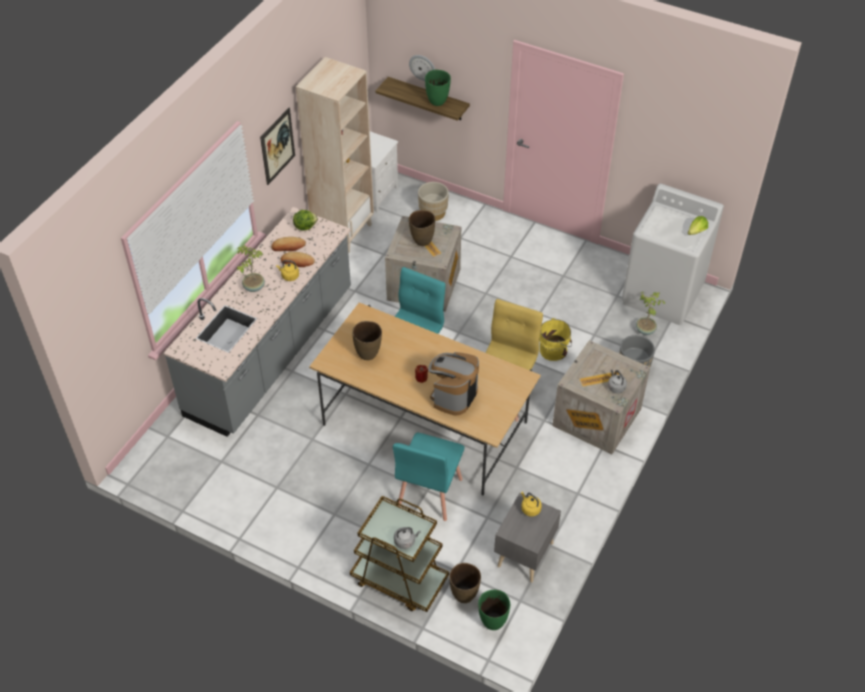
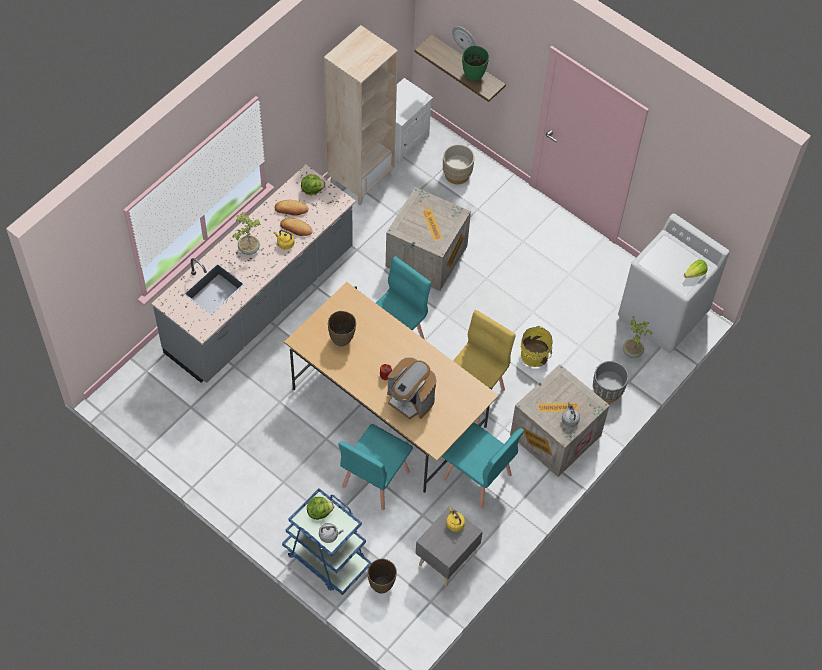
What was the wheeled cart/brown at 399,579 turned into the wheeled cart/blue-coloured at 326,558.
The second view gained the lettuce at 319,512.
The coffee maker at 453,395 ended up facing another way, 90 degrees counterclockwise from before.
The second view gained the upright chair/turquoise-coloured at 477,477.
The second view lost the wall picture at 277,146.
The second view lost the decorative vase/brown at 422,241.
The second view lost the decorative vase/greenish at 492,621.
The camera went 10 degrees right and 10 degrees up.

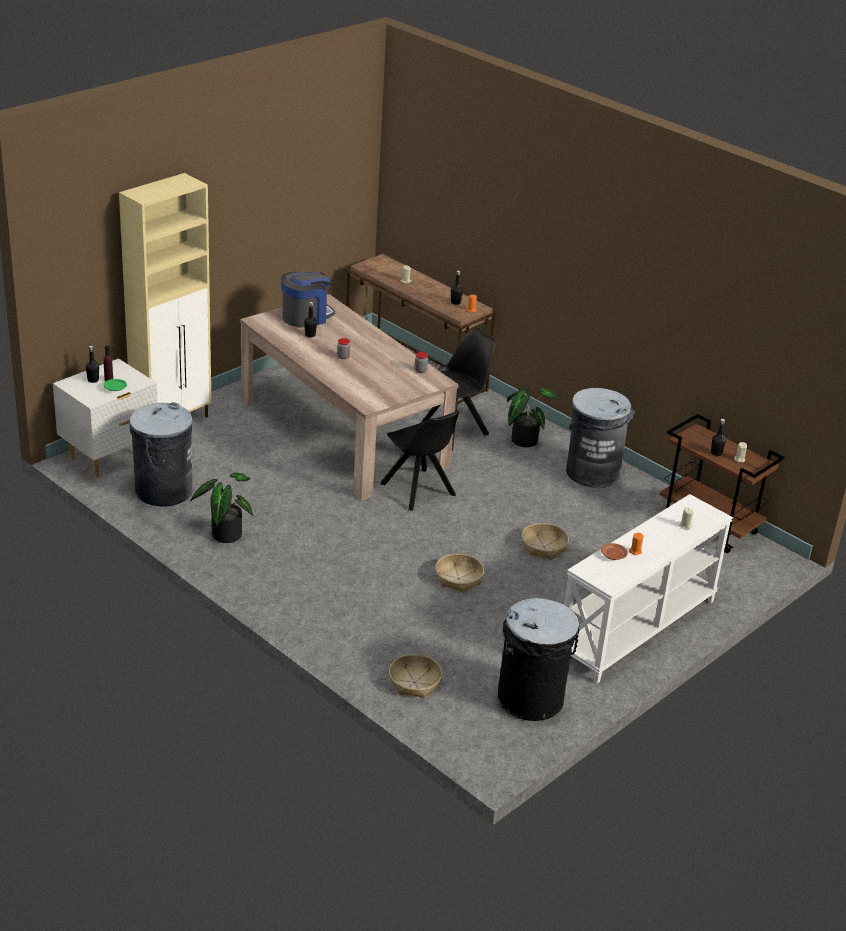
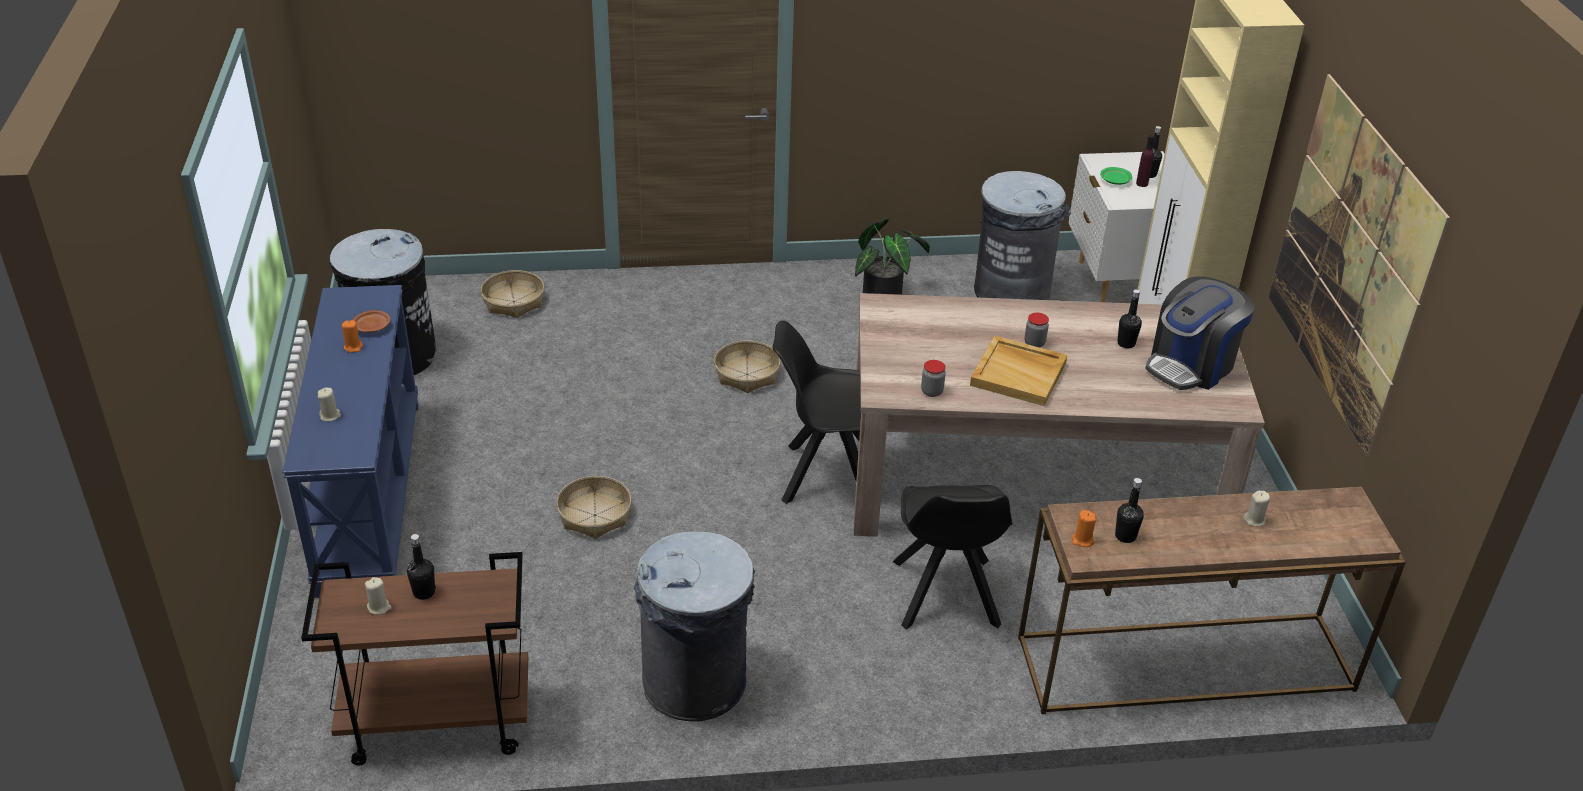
What was the hall table/white at 637,629 turned into the hall table/blue-coloured at 368,494.
The storage basket ended up elsewhere, having gone from 459,578 to 746,374.
The second view gained the tray/beige at 1019,374.
The coffee maker at 306,316 ended up facing another way, 45 degrees clockwise from before.
The second view gained the wall picture at 1349,262.
The second view lost the potted plant at 524,438.
The camera went 130 degrees right and 5 degrees up.

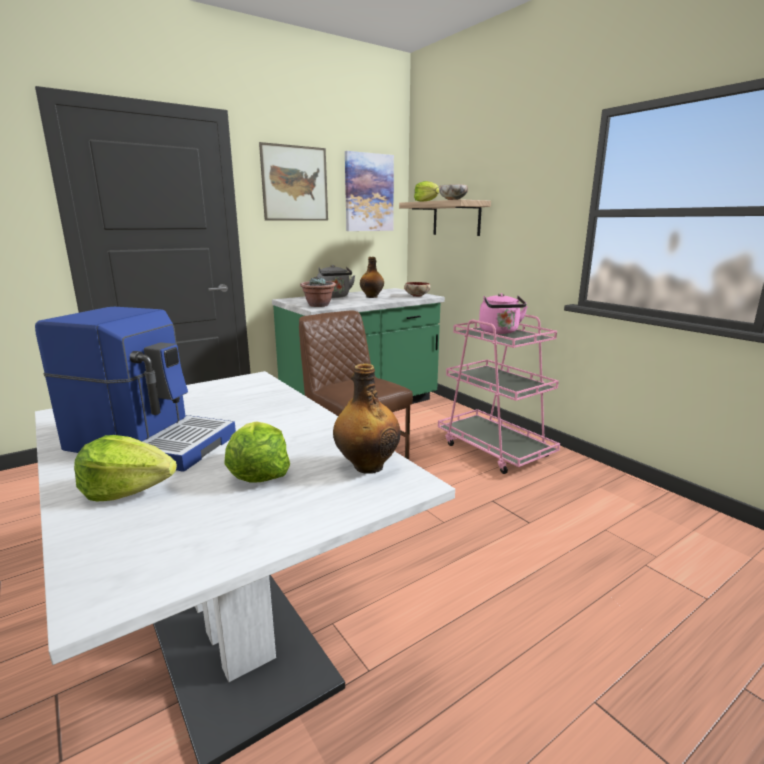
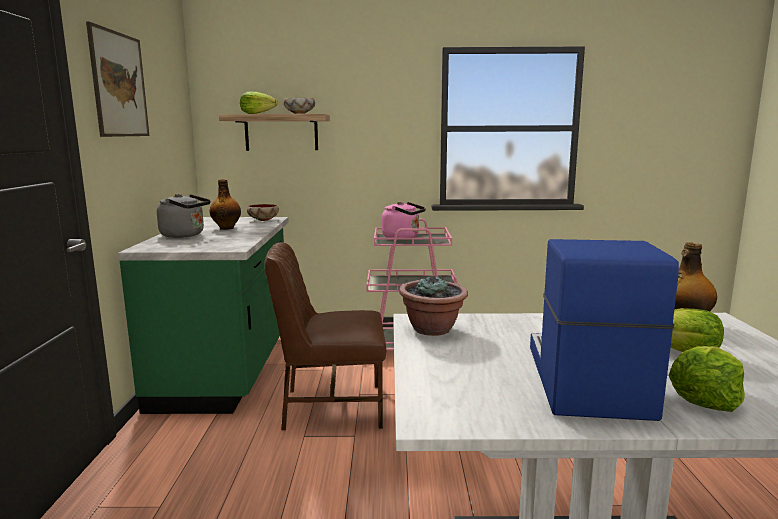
The potted plant ended up elsewhere, having gone from 319,305 to 433,329.
The coffee maker at 151,441 ended up facing another way, 45 degrees counterclockwise from before.
The second view lost the wall picture at 369,193.
The camera went 55 degrees left and 5 degrees down.

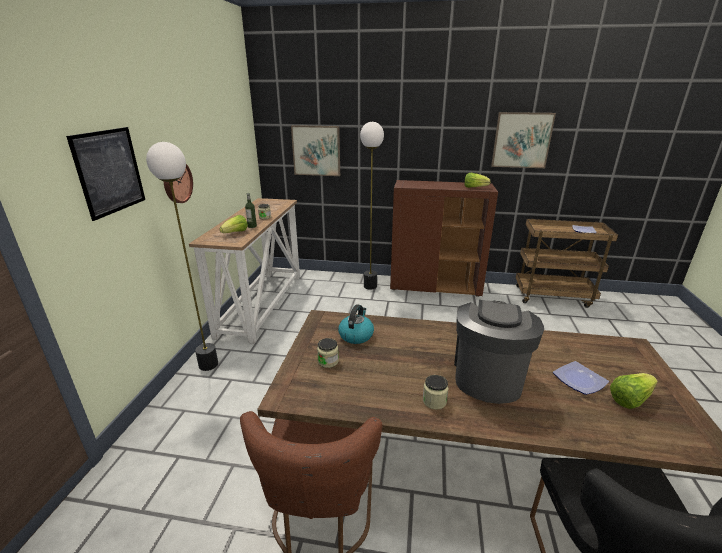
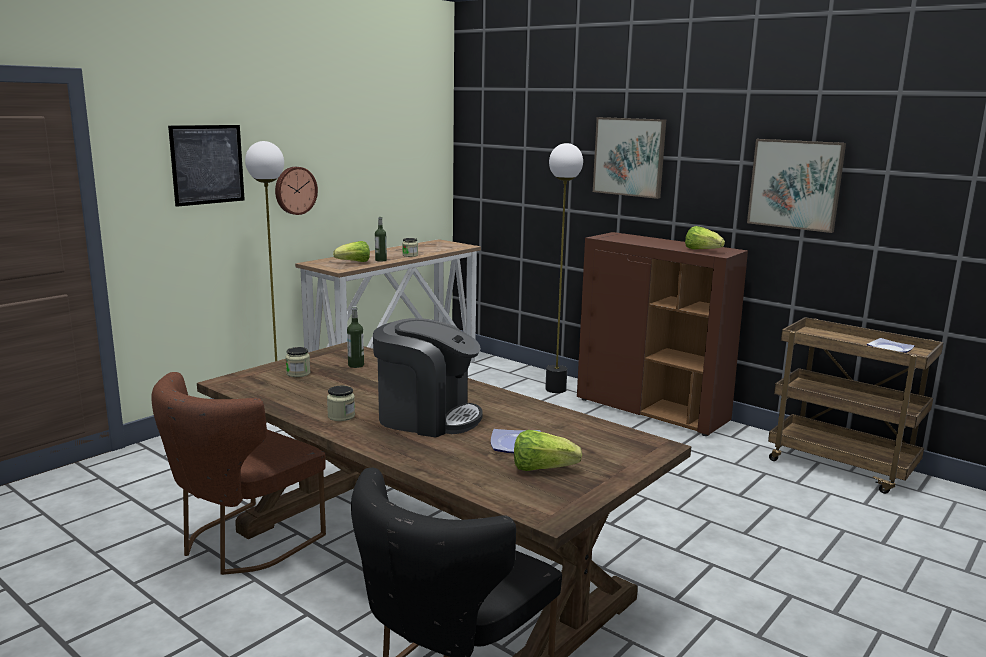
Where the water kettle stood at 356,335, the bottle came to stand at 356,365.
The coffee maker at 488,375 ended up facing another way, 60 degrees clockwise from before.
The wall picture ended up elsewhere, having gone from 316,150 to 629,157.
The camera went 30 degrees right and 10 degrees down.

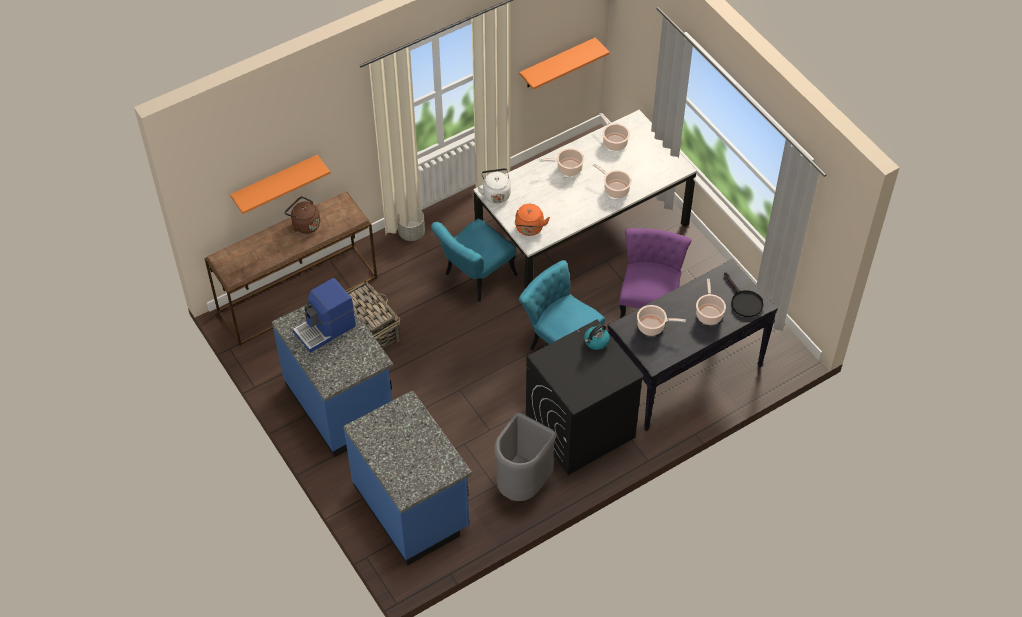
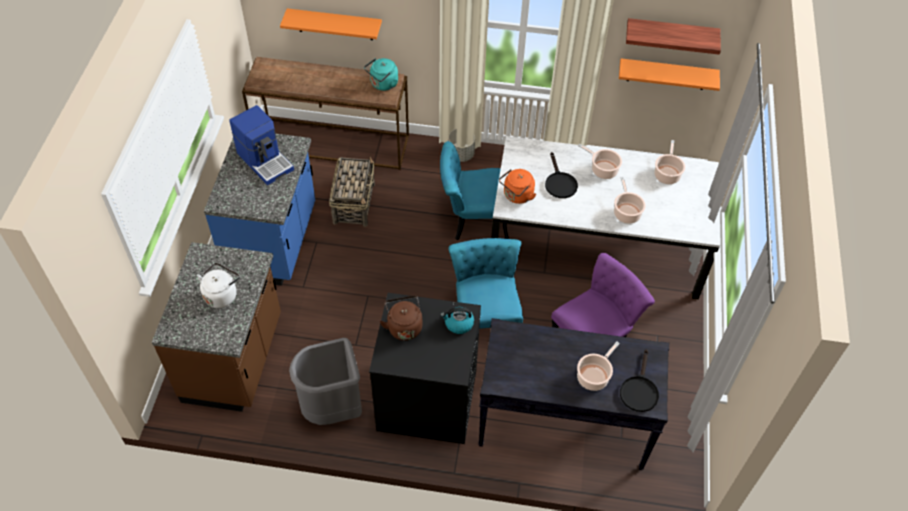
What was the kitchen counter/blue-coloured at 412,507 turned into the kitchen counter/brown at 235,359.
The water kettle/white ended up elsewhere, having gone from 496,194 to 222,294.
The coffee maker at 325,329 ended up facing another way, 135 degrees counterclockwise from before.
The second view gained the water kettle/turquoise-coloured at 383,84.
The water kettle/brown ended up elsewhere, having gone from 304,224 to 404,326.
The second view gained the frying pan/black-coloured at 559,183.
The second view gained the shelf at 671,34.
The second view lost the stockpot at 653,326.
The camera went 40 degrees right and 0 degrees up.

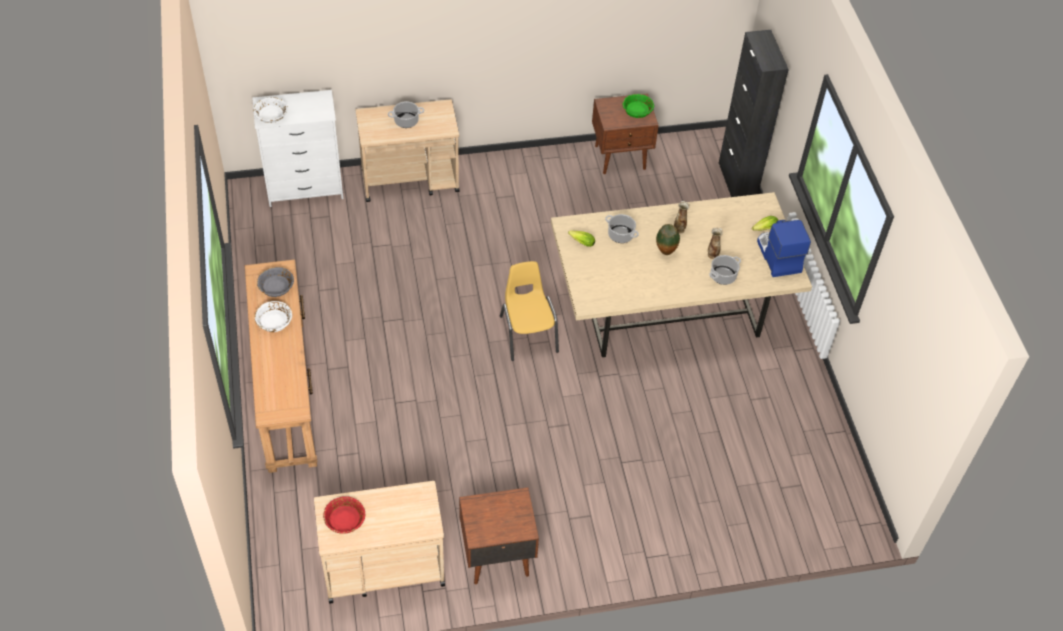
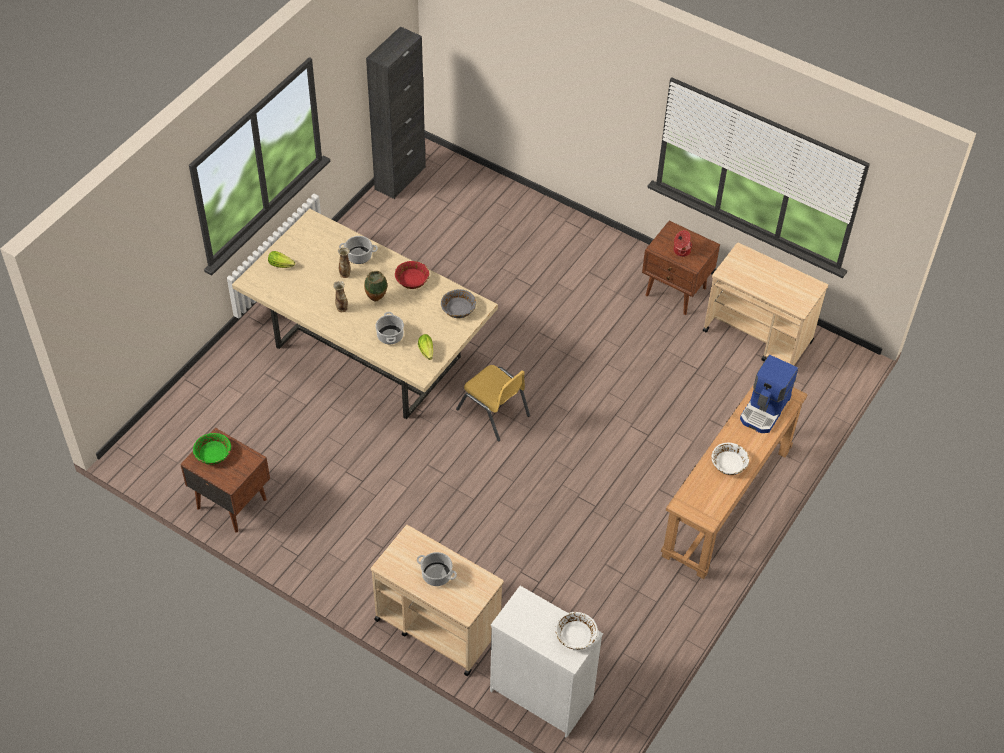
The cabinet/black-coloured ended up elsewhere, having gone from 737,181 to 400,178.
The bowl/red-coloured ended up elsewhere, having gone from 344,520 to 412,280.
The bowl/gray ended up elsewhere, having gone from 276,287 to 458,309.
The upright chair/yellowish at 528,334 ended up facing another way, 75 degrees counterclockwise from before.
The second view gained the stockpot at 681,250.
The coffee maker ended up elsewhere, having gone from 778,256 to 765,409.
The camera went 135 degrees left and 0 degrees up.

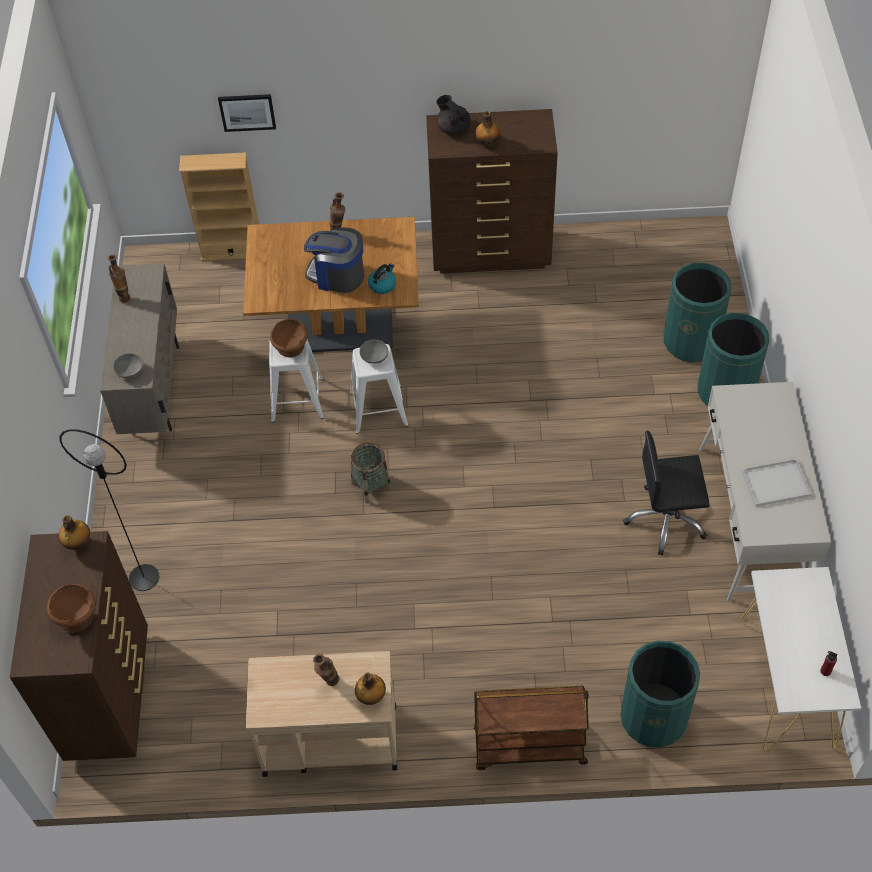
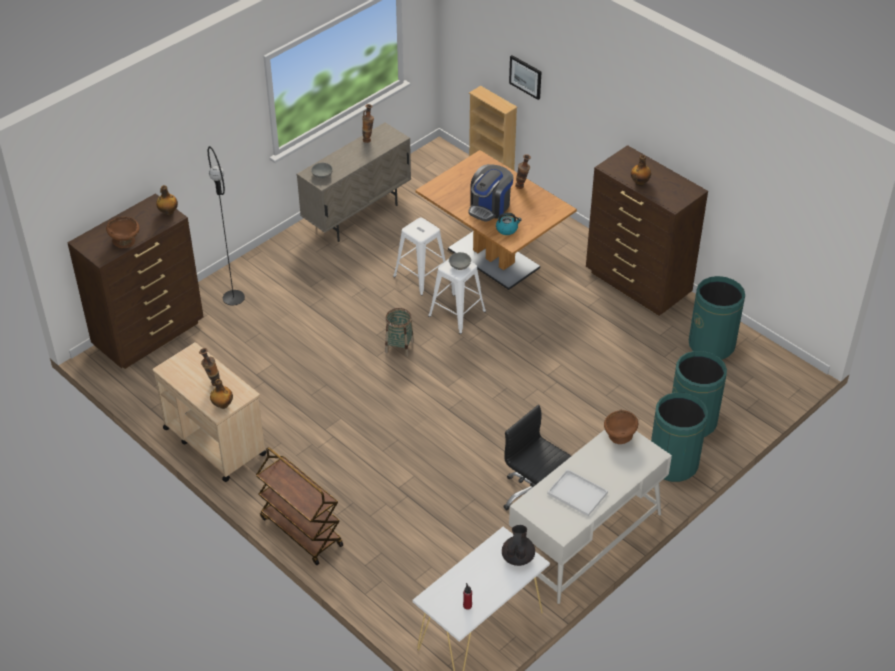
The coffee maker at 337,275 ended up facing another way, 120 degrees counterclockwise from before.
The teapot/black-coloured ended up elsewhere, having gone from 453,128 to 518,557.
The bowl/brown ended up elsewhere, having gone from 291,348 to 619,436.
The trash can/greenish ended up elsewhere, having gone from 653,717 to 711,345.
The camera went 45 degrees right and 10 degrees down.

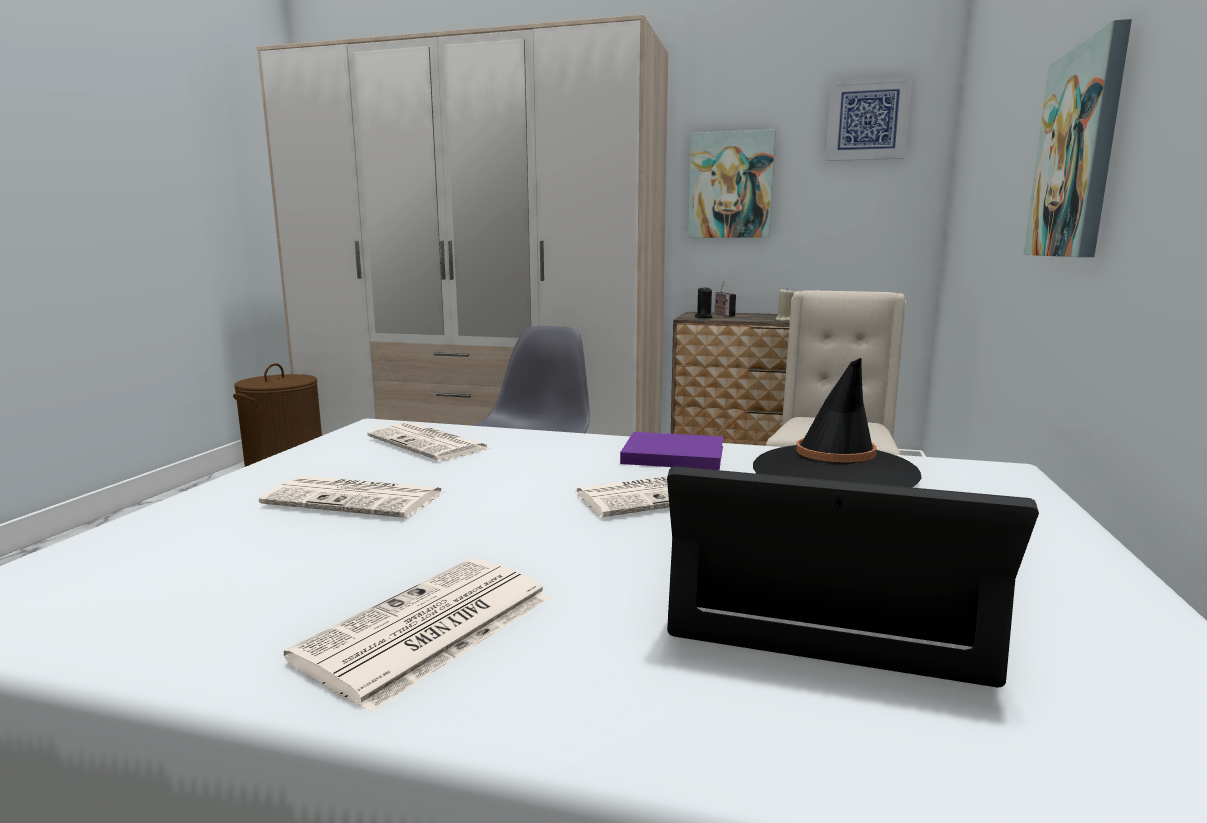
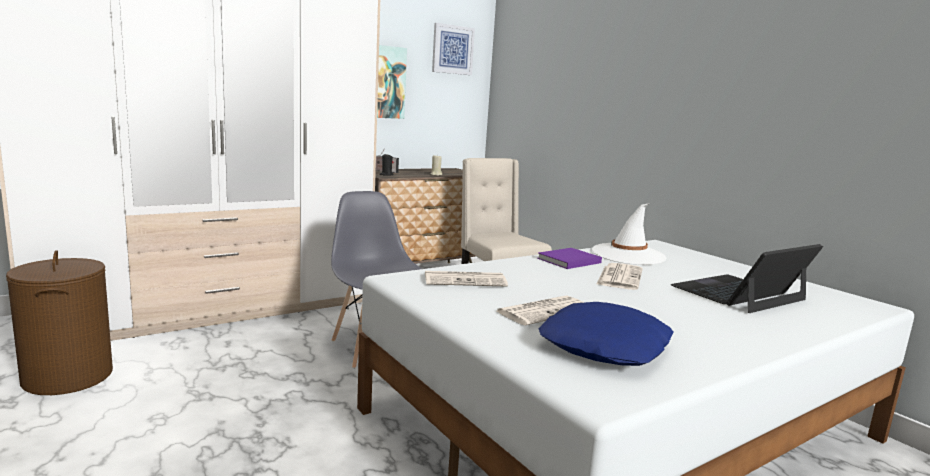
The second view gained the pillow/blue-coloured at 606,346.
What was the wearable hat/black-coloured at 833,471 turned into the wearable hat/white at 628,255.
The second view lost the printed paper at 427,630.
The second view lost the wall picture at 1078,153.
The camera went 50 degrees left and 0 degrees up.

